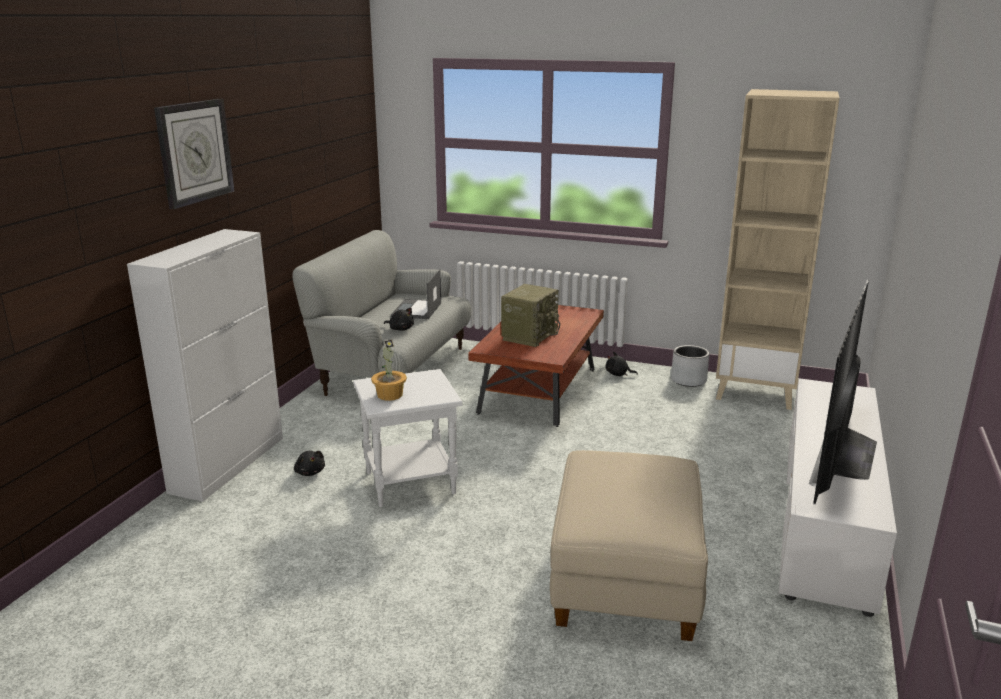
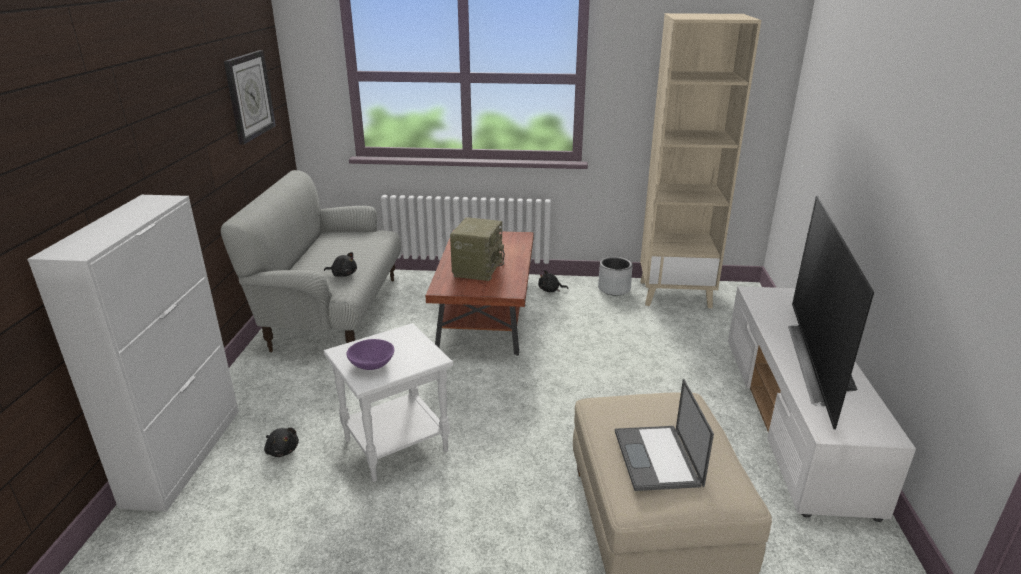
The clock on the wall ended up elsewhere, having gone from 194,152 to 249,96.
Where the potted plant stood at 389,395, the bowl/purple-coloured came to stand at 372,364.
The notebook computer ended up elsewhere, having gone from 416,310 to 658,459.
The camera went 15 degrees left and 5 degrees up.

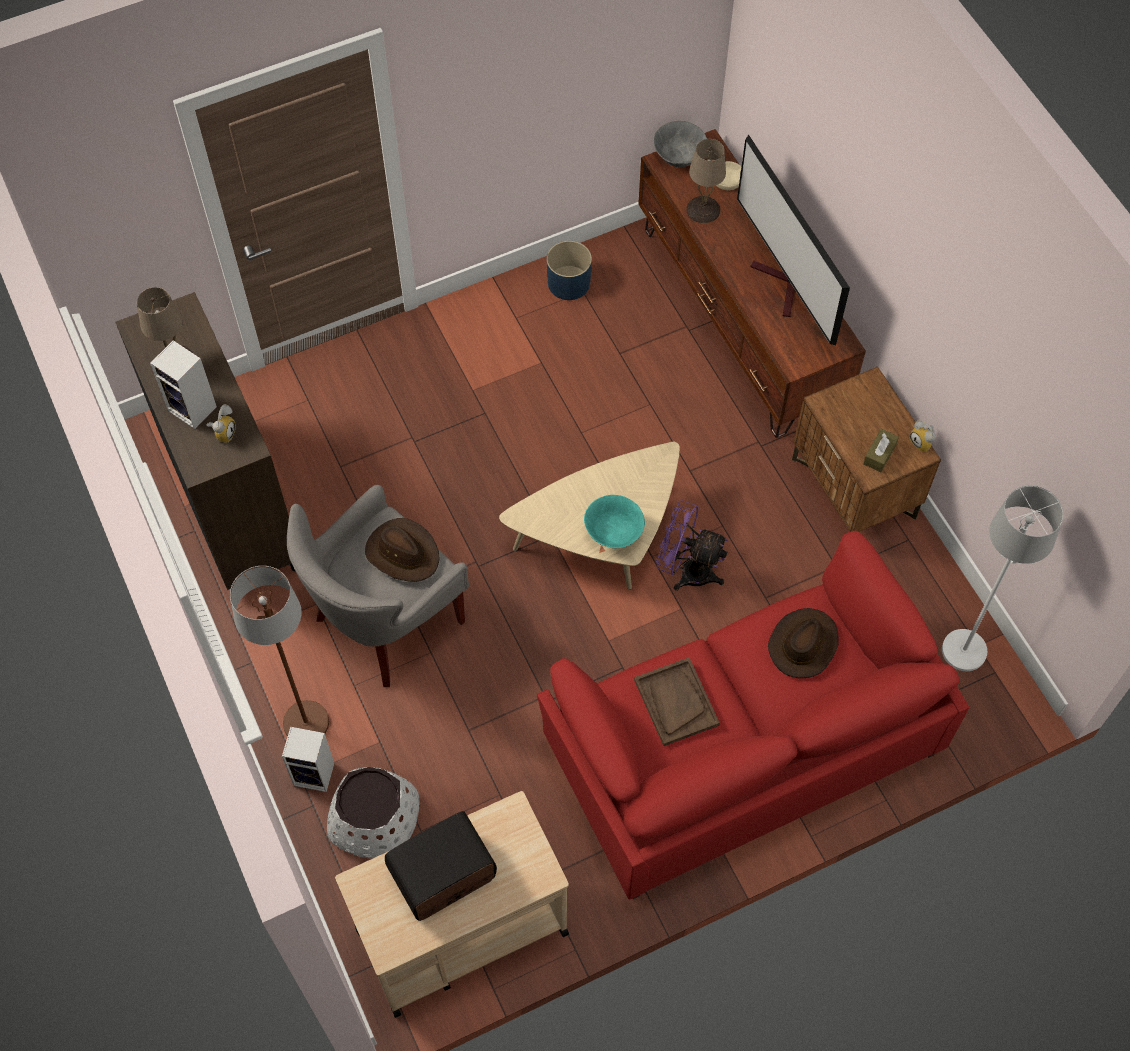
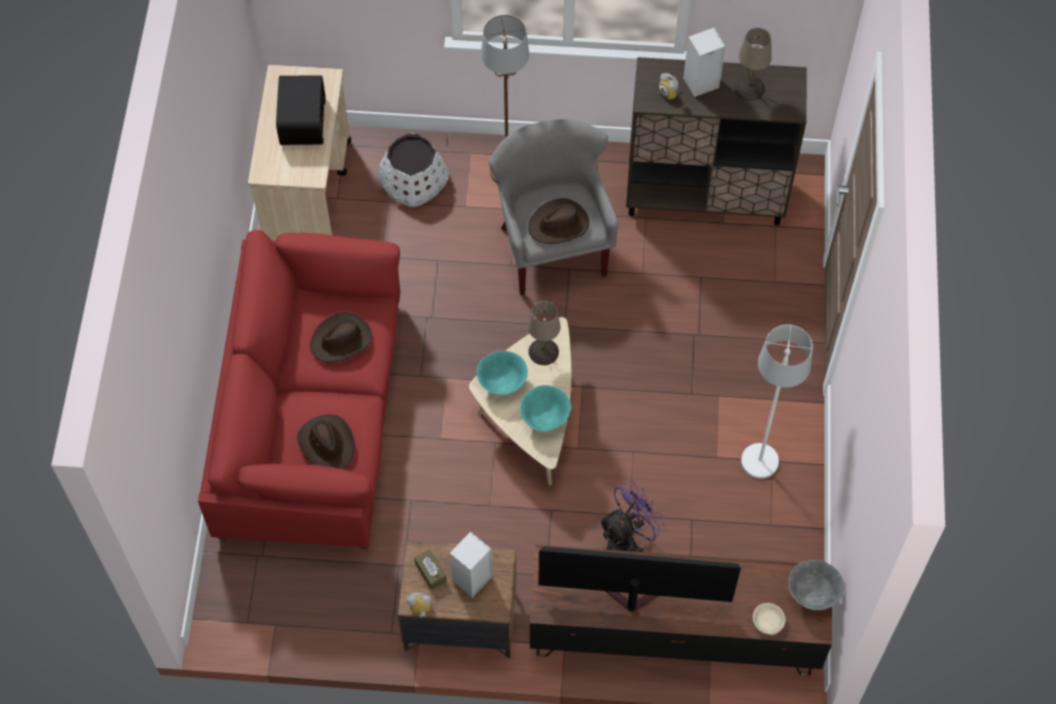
Where the tray/brown stood at 676,702, the wearable hat/brown came to stand at 341,340.
The speaker ended up elsewhere, having gone from 316,774 to 471,580.
The second view gained the bowl/turquoise-coloured at 545,418.
The tabletop lamp/beige ended up elsewhere, having gone from 702,210 to 543,351.
The electric fan/purple-coloured ended up elsewhere, having gone from 687,570 to 627,539.
The standing lamp/white ended up elsewhere, having gone from 964,651 to 759,461.
The second view lost the flower pot/blue-coloured at 569,283.
The camera went 120 degrees right and 0 degrees up.

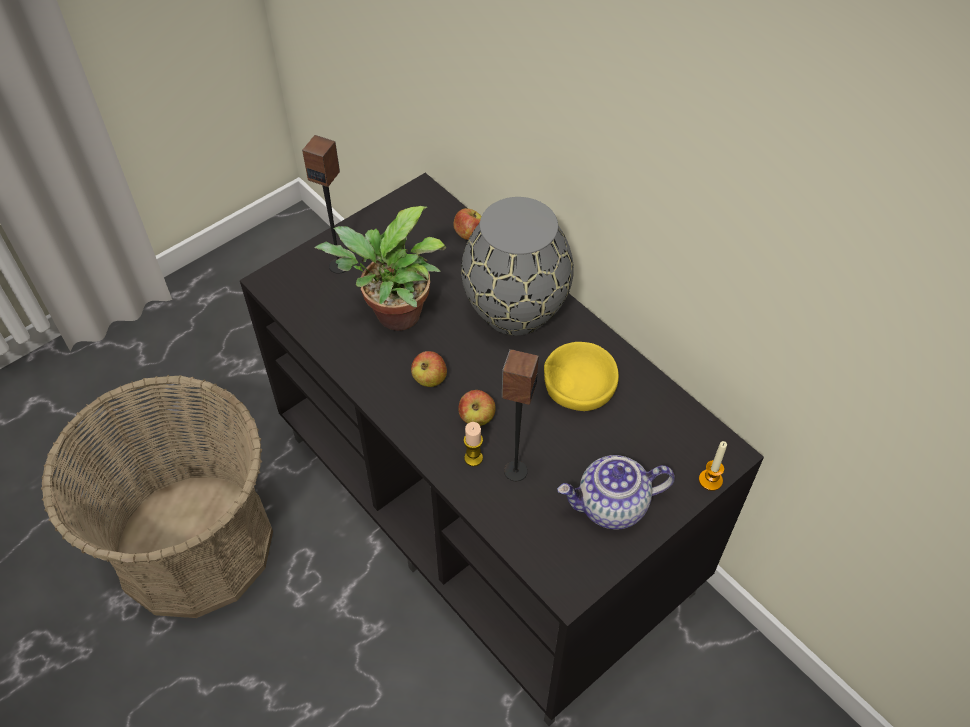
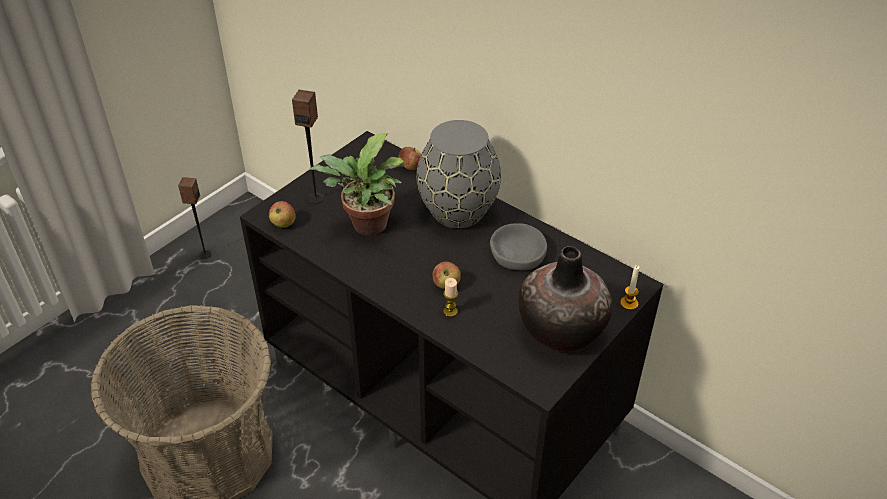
The speaker ended up elsewhere, having gone from 515,470 to 205,254.
The apple ended up elsewhere, having gone from 429,379 to 283,223.
What was the bowl/yellowish at 579,383 turned into the bowl/gray at 517,253.
Where the teapot stood at 611,506, the decorative vase came to stand at 561,329.
The camera went 10 degrees left and 10 degrees down.

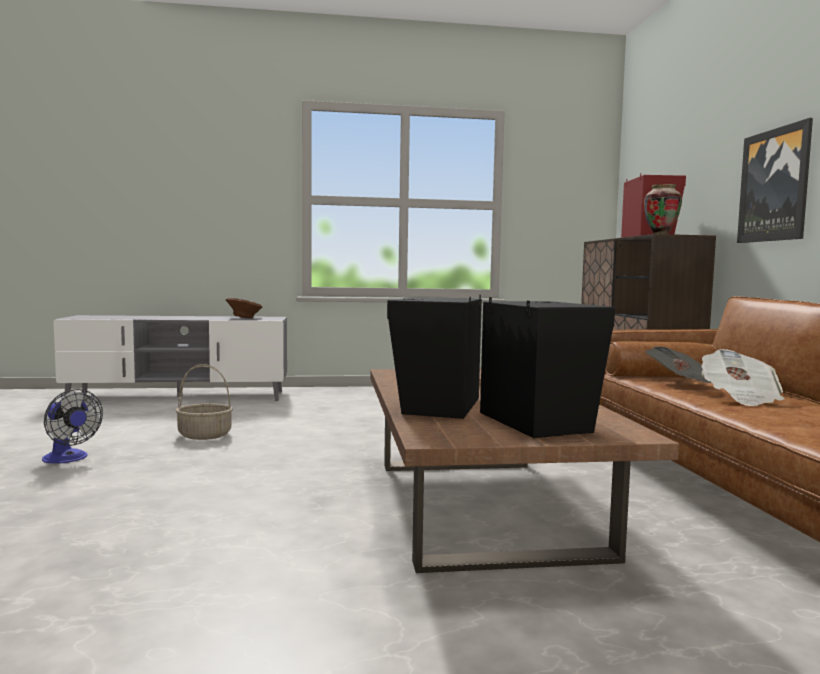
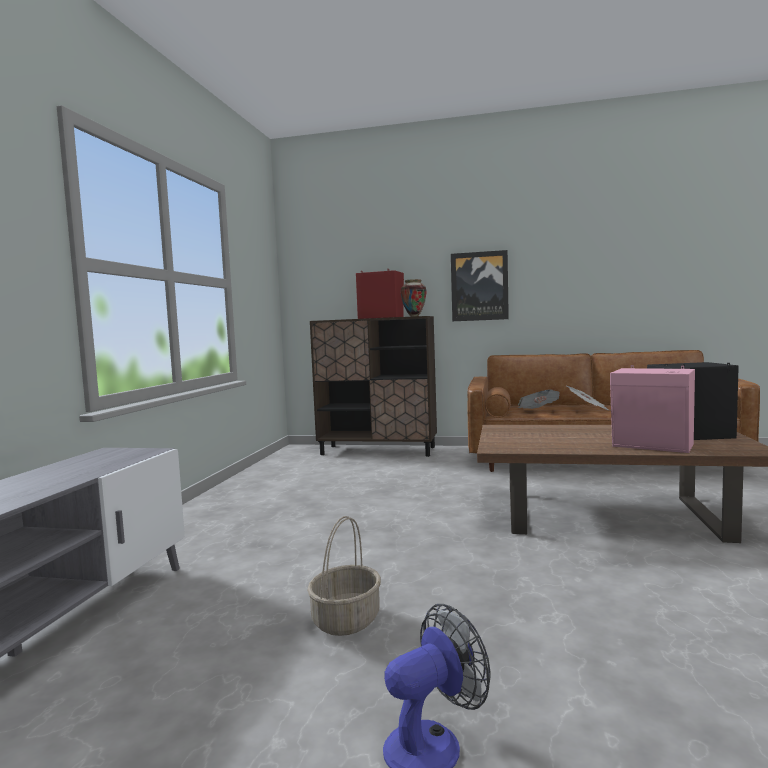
What was the speaker/black-coloured at 436,406 turned into the speaker/pinkish at 653,446.
The second view lost the bowl/brown at 245,318.
The camera went 70 degrees left and 0 degrees up.

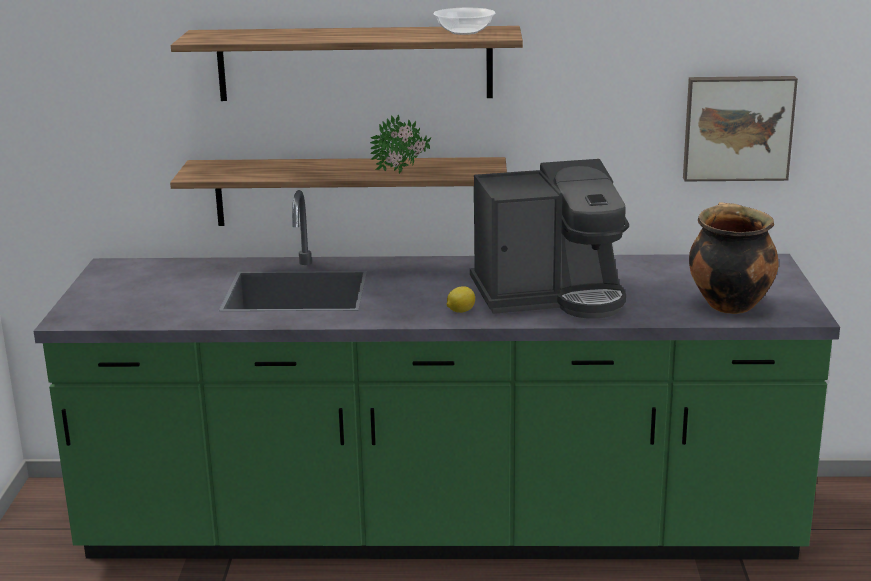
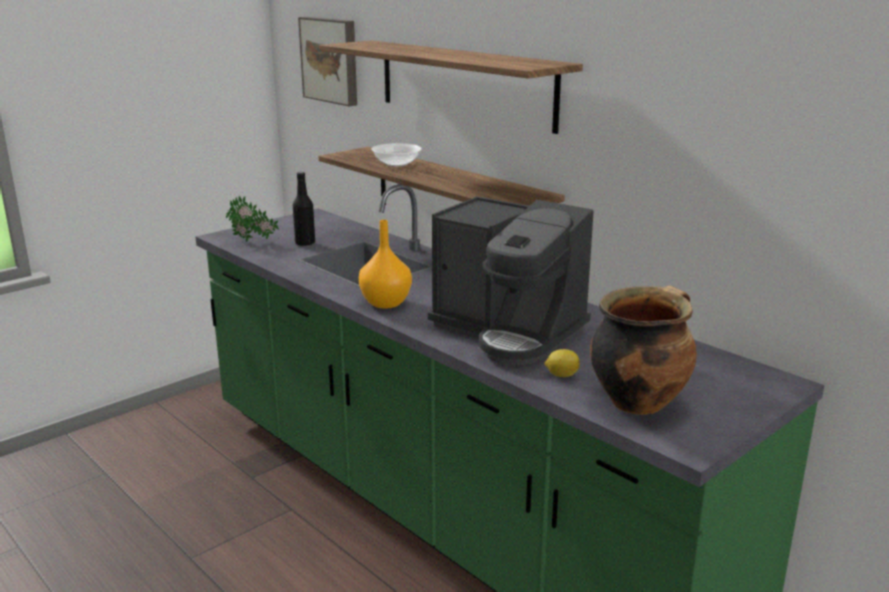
The potted plant ended up elsewhere, having gone from 403,171 to 253,241.
The second view gained the bottle/black-coloured at 305,243.
The wall picture ended up elsewhere, having gone from 737,127 to 331,60.
The second view gained the decorative vase/orange-coloured at 385,303.
The bowl ended up elsewhere, having gone from 464,32 to 396,164.
The lemon ended up elsewhere, having gone from 460,311 to 561,375.
The camera went 45 degrees right and 0 degrees up.

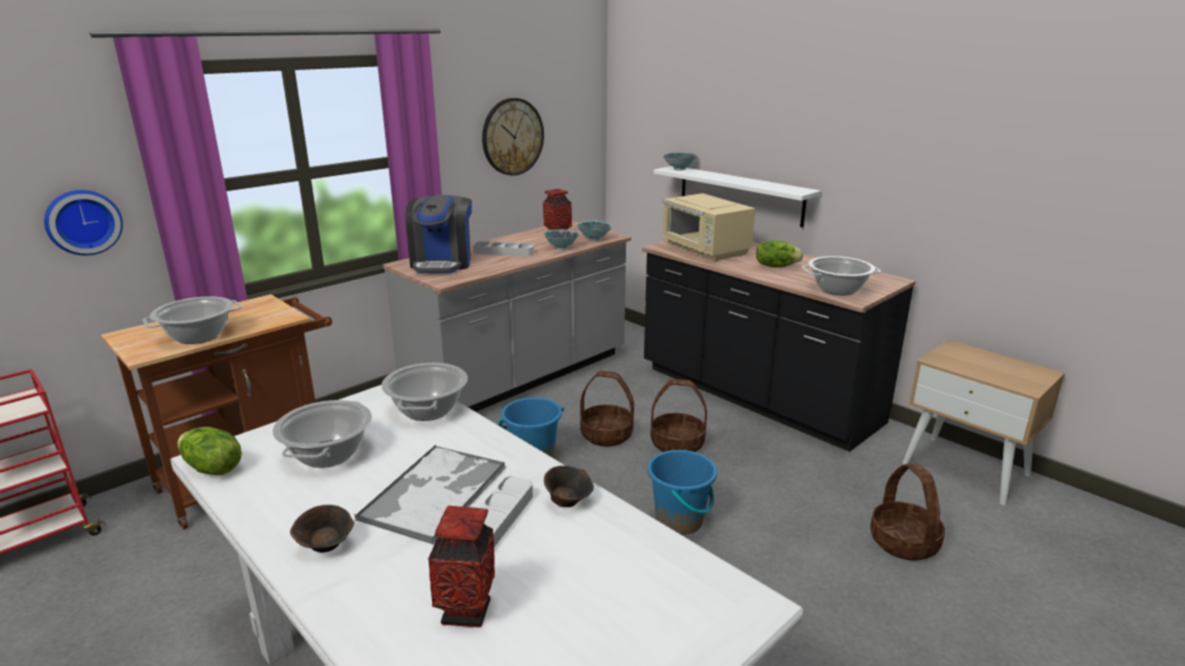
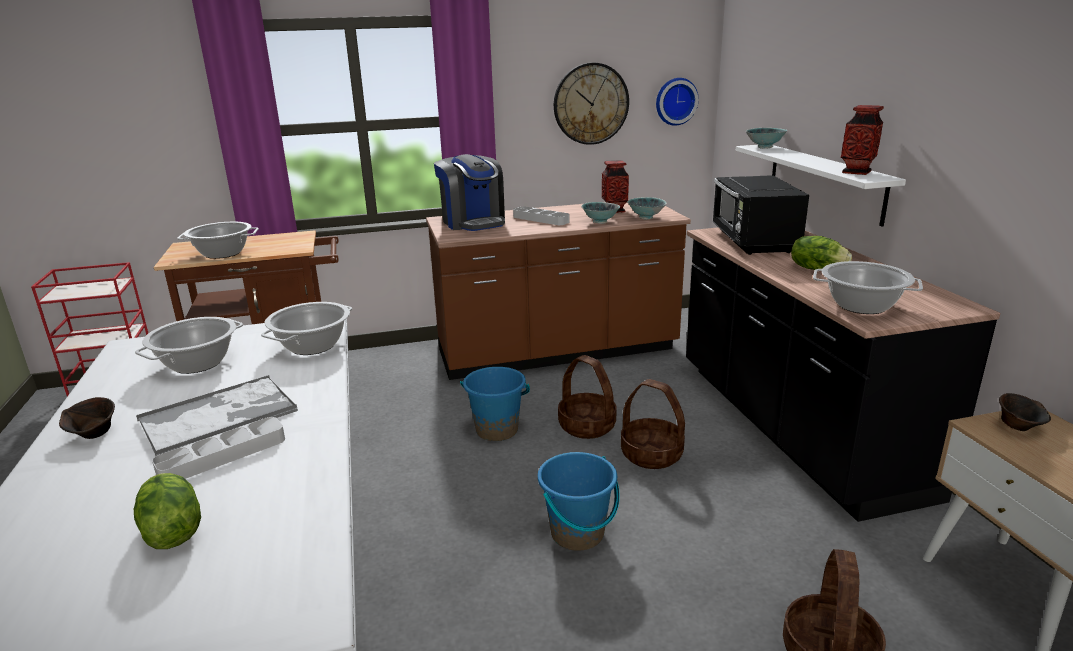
The lettuce ended up elsewhere, having gone from 212,469 to 171,532.
What was the kitchen counter/gray at 520,378 turned into the kitchen counter/brown at 557,352.
The coffee maker at 442,263 ended up facing another way, 60 degrees counterclockwise from before.
The clock on the wall ended up elsewhere, having gone from 83,221 to 675,101.
What was the microwave oven/beige at 705,250 turned into the microwave oven/black-coloured at 753,242.
The decorative vase ended up elsewhere, having gone from 466,611 to 856,172.
The bowl/brown ended up elsewhere, having gone from 568,501 to 1018,426.
The camera went 30 degrees right and 0 degrees up.

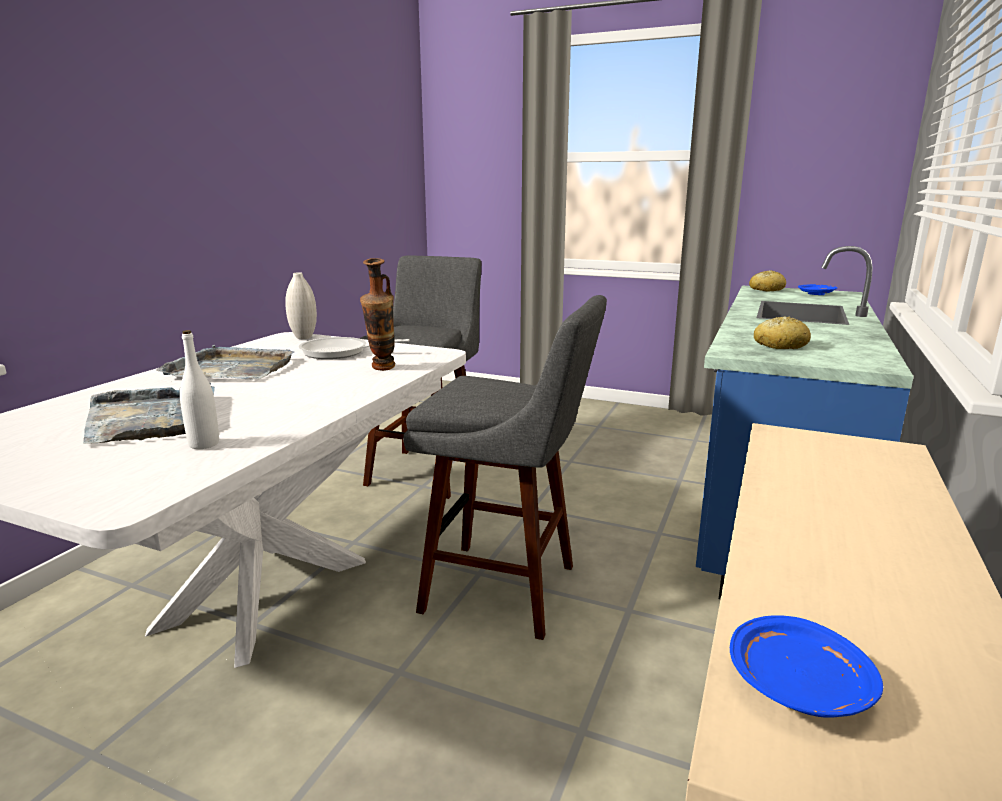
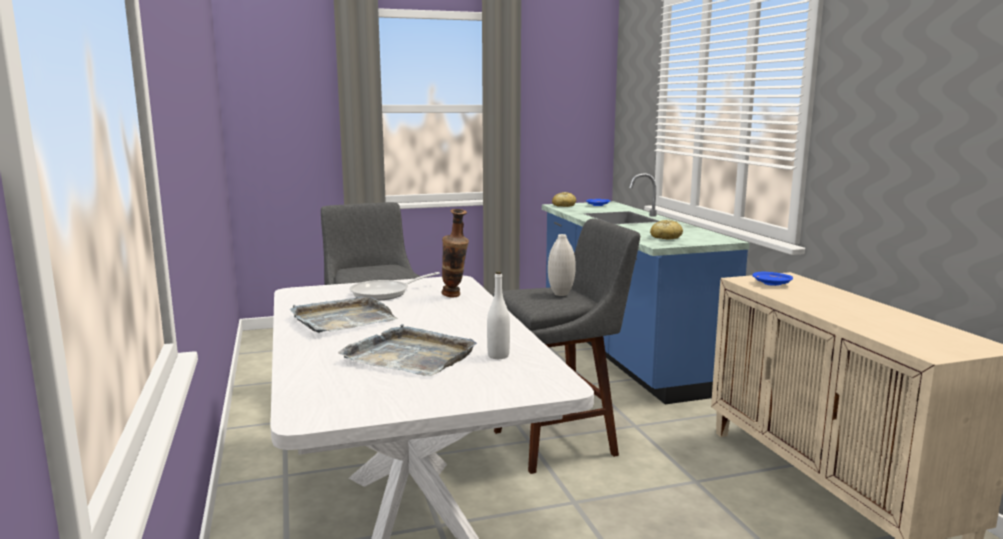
The decorative vase/white ended up elsewhere, having gone from 304,337 to 561,294.
The dinner plate/blue-coloured ended up elsewhere, having gone from 799,686 to 772,284.
The camera went 40 degrees left and 5 degrees down.

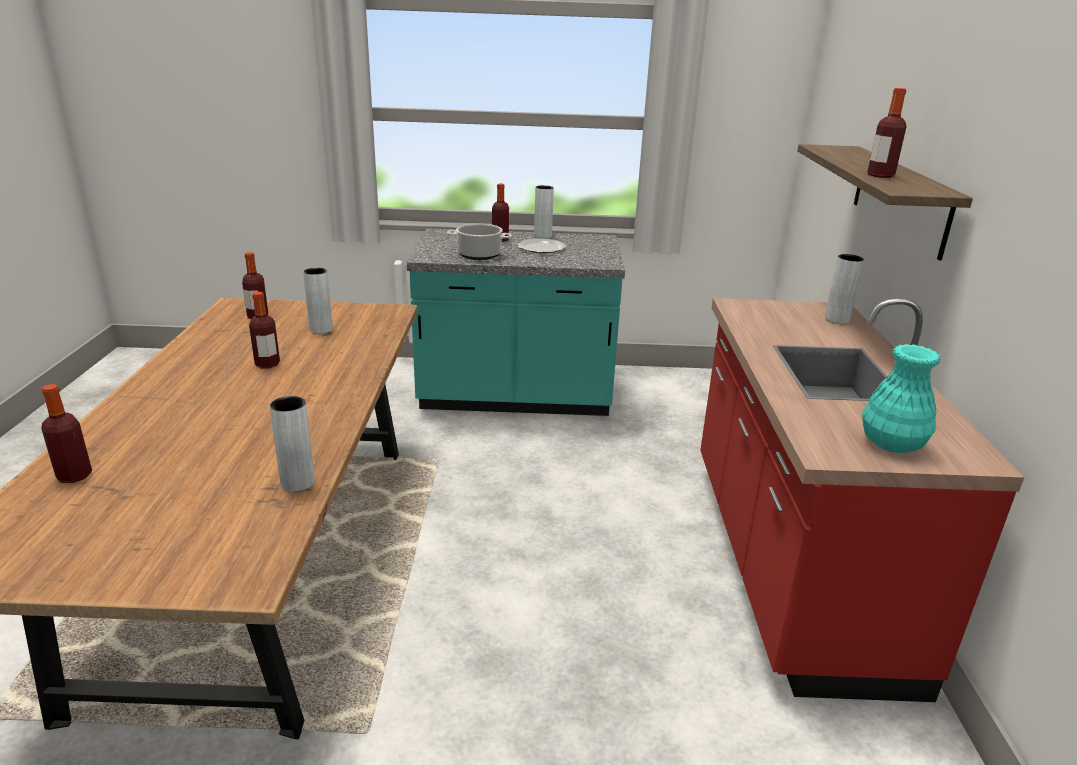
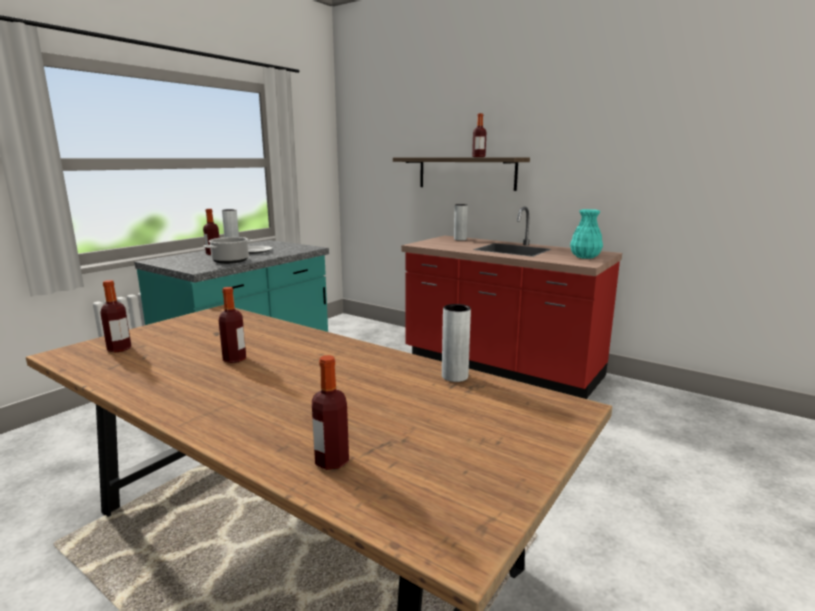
The second view lost the decorative vase/gray at 321,329.
The camera went 55 degrees left and 10 degrees down.

